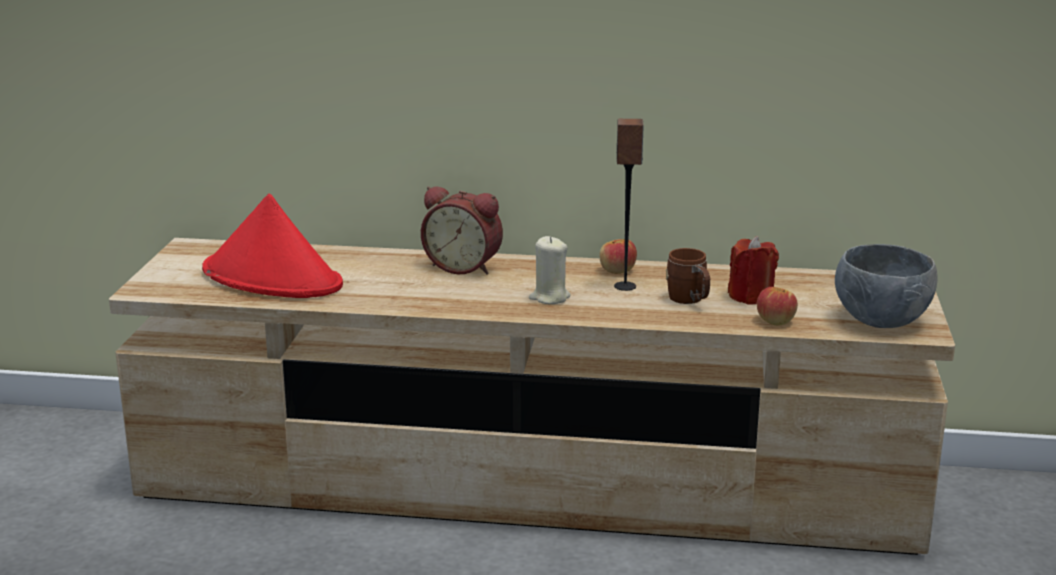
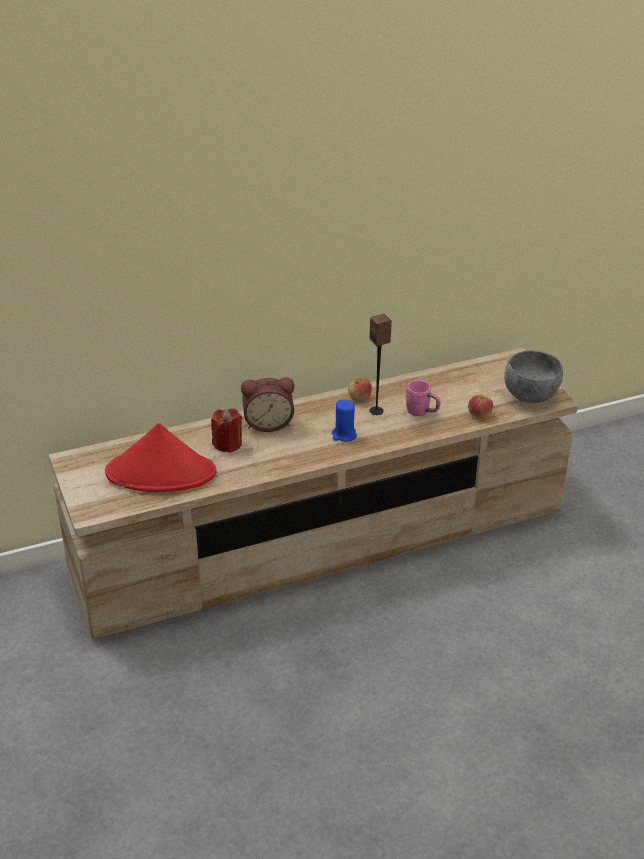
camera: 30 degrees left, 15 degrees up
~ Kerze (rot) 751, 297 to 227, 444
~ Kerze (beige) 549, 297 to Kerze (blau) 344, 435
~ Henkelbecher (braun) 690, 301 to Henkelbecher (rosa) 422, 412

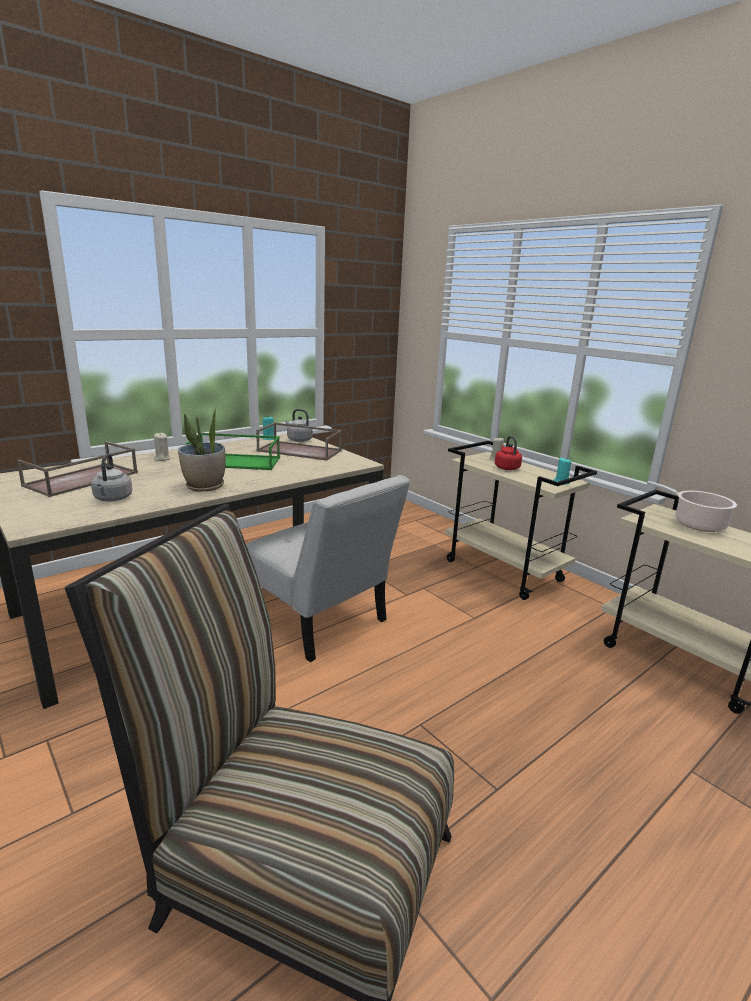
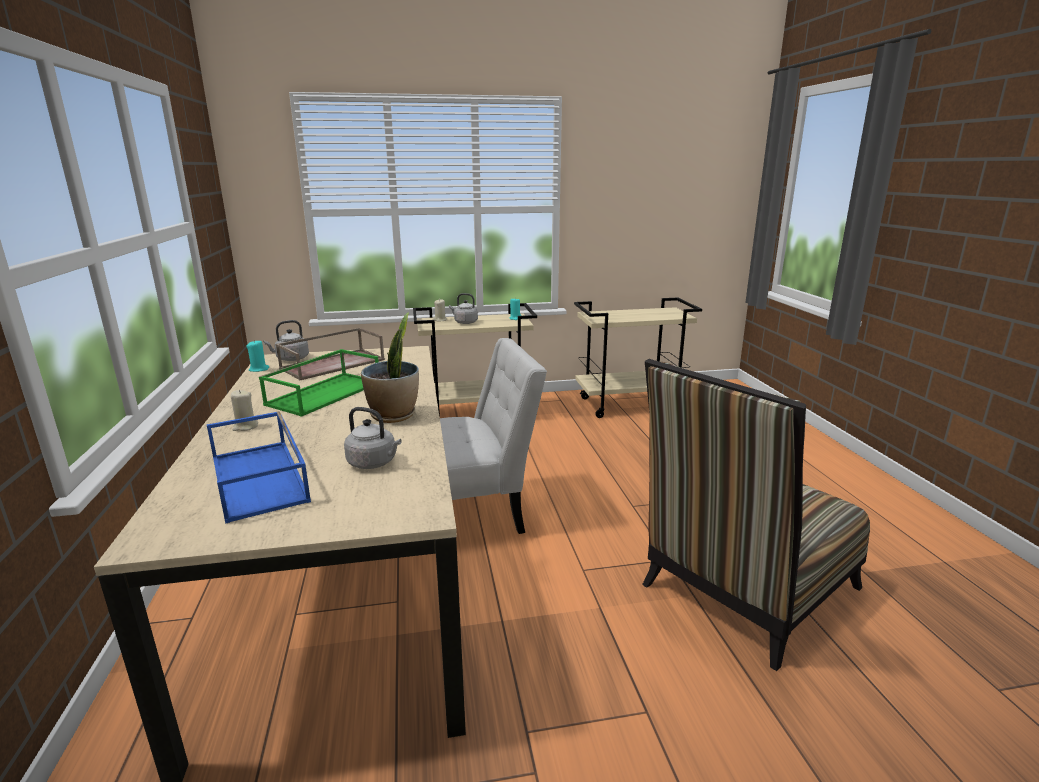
camera: 60 degrees left, 0 degrees up
~ Tablett (braun) 81, 479 to Tablett (blau) 261, 479
~ Wasserkessel (rot) 506, 467 to Wasserkessel (grau) 464, 322
- Kochtopf 695, 523

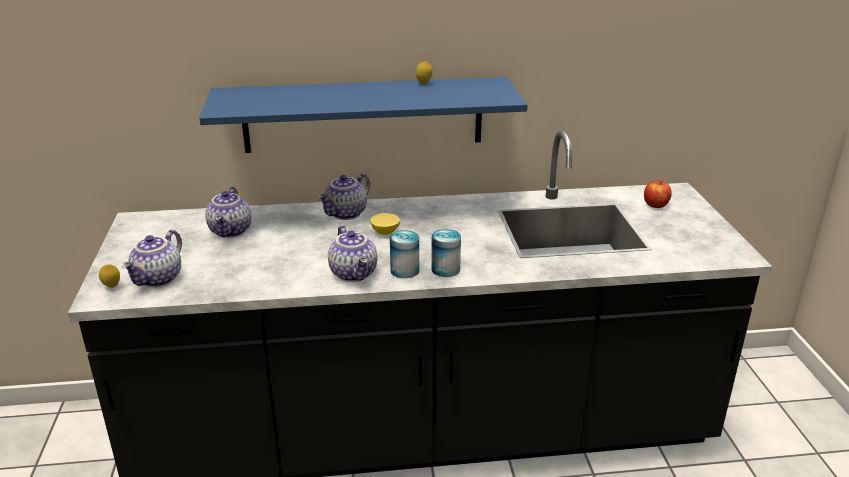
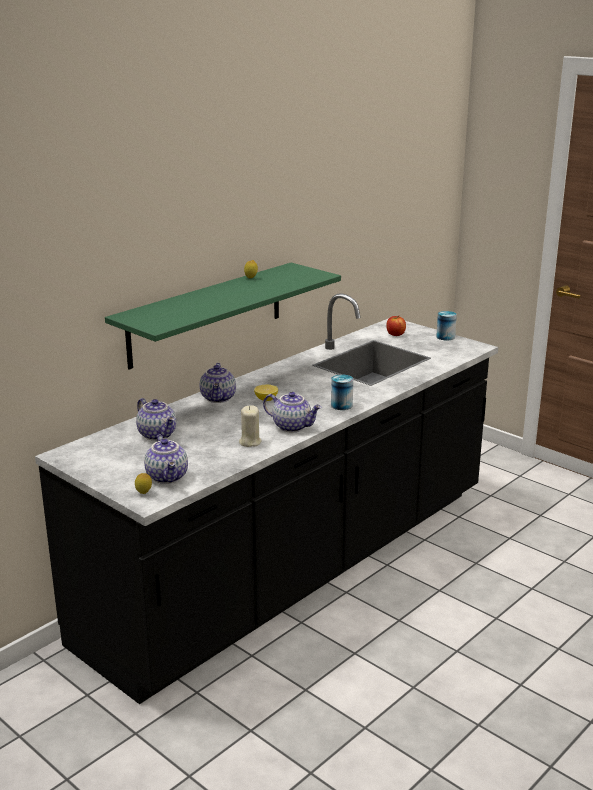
camera: 40 degrees left, 5 degrees down
~ Wandregal (blau) 363, 115 to Wandregal (grün) 206, 314
+ Kerze (beige) 250, 442
~ Dose 404, 270 to 445, 337

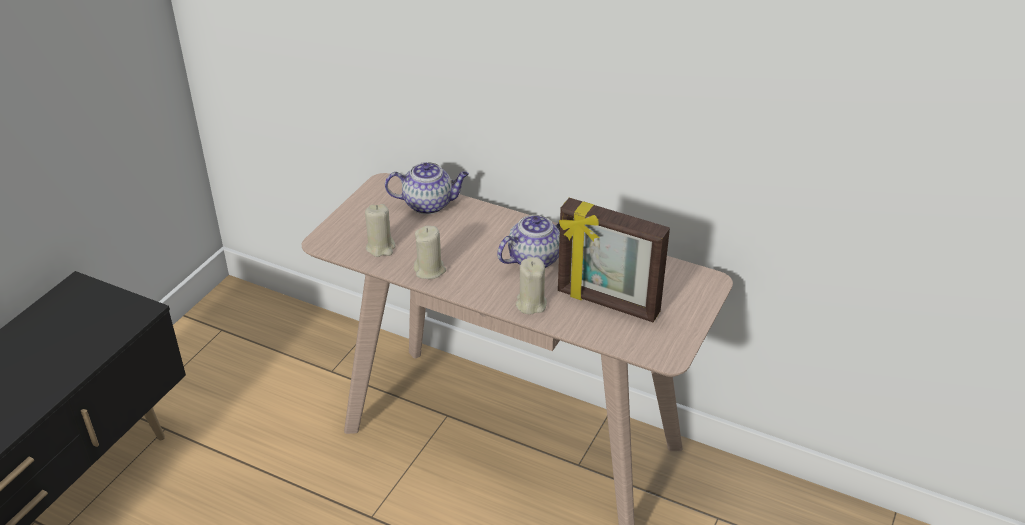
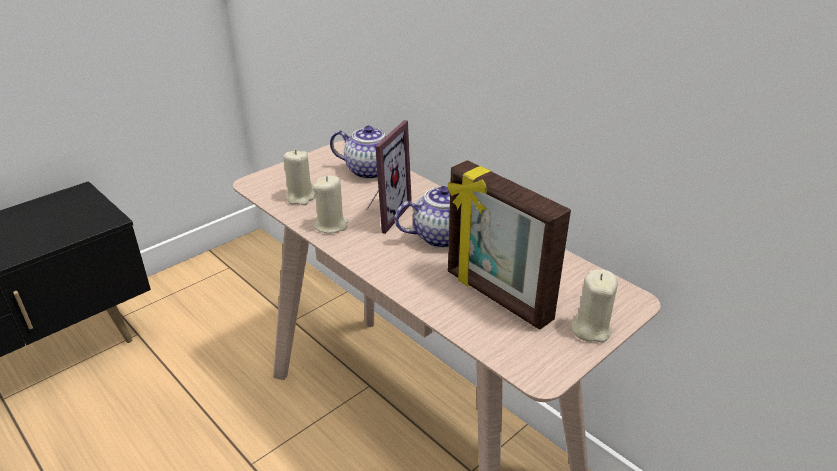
camera: 20 degrees right, 5 degrees down
+ Bilderrahmen 382, 214
~ Kerze (beige) 531, 304 to 590, 329

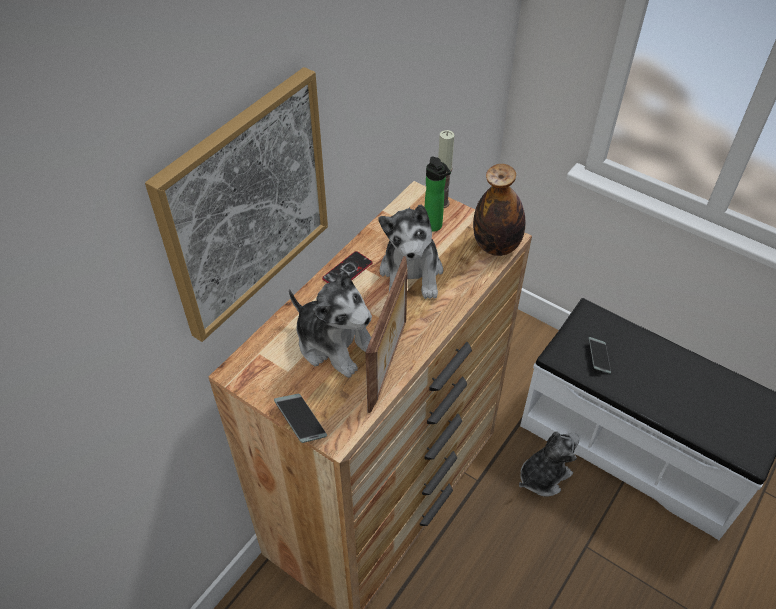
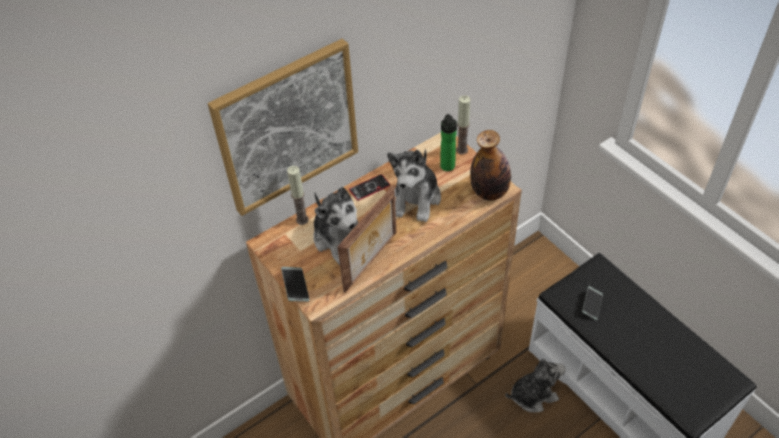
camera: 20 degrees right, 0 degrees up
+ Kerze 302, 220

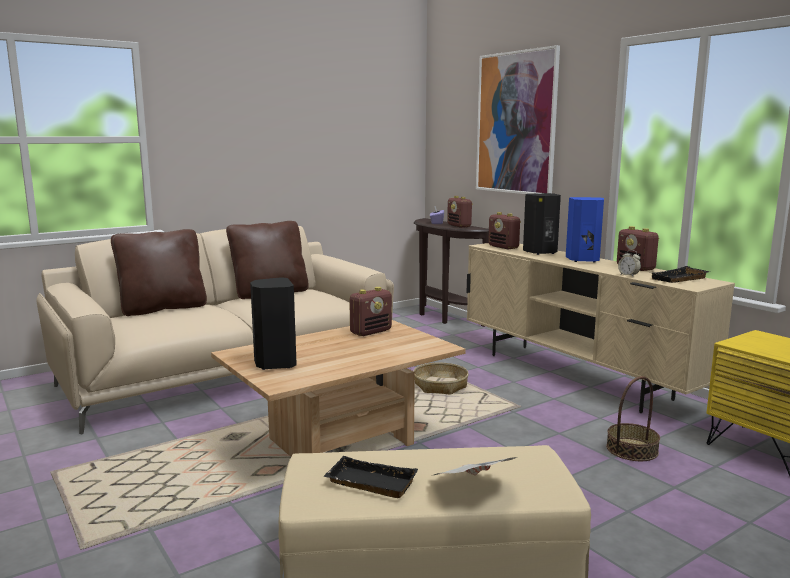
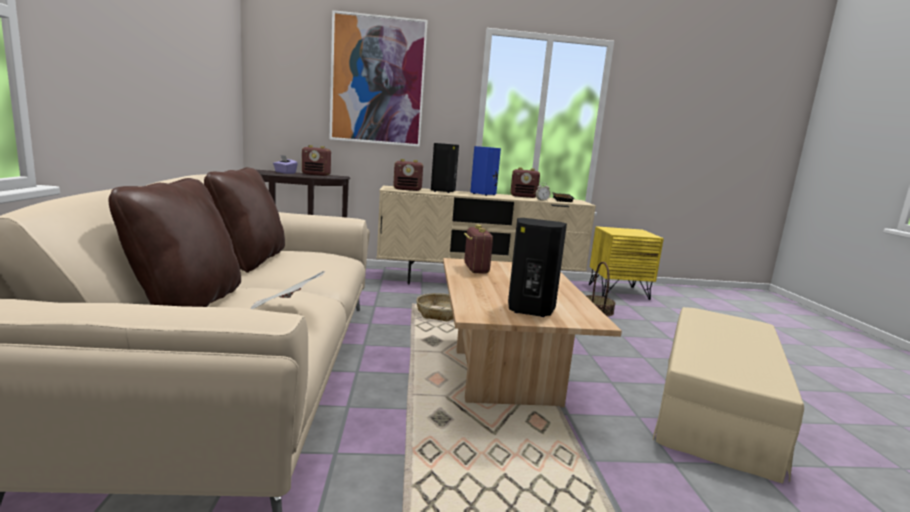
camera: 60 degrees left, 0 degrees up
~ Zeitung 472, 488 to 284, 312
- Tablett (schwarz) 369, 484

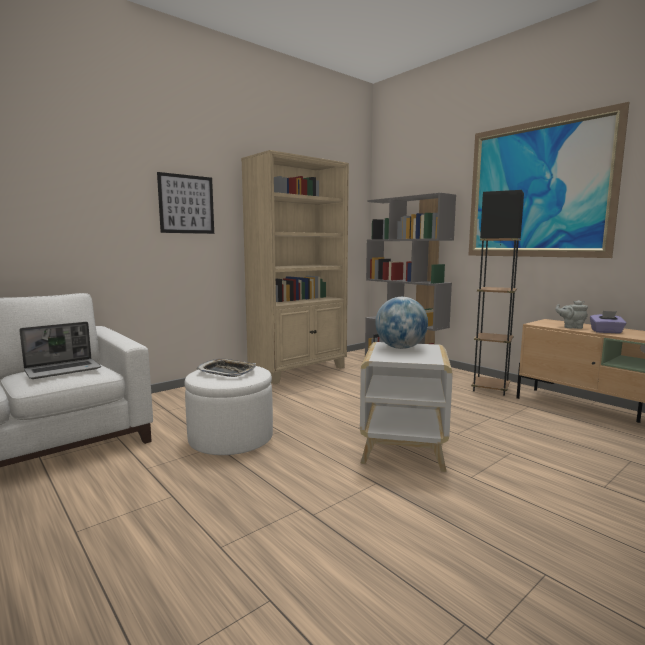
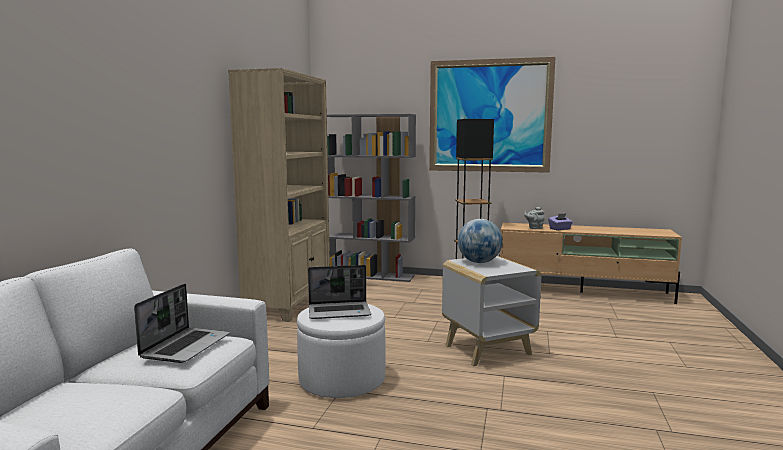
camera: 35 degrees left, 0 degrees up
~ Tablett 227, 372 to Laptop 340, 311
- Bild 186, 204

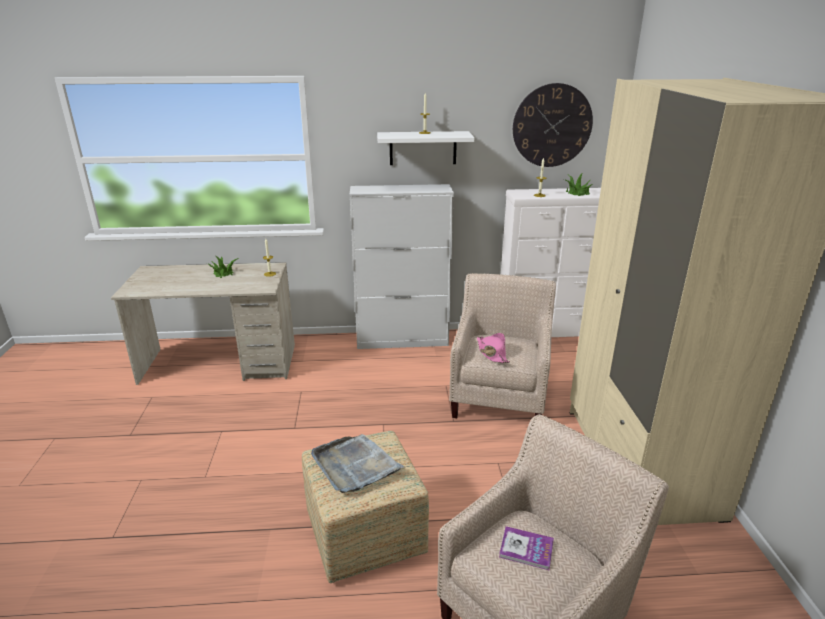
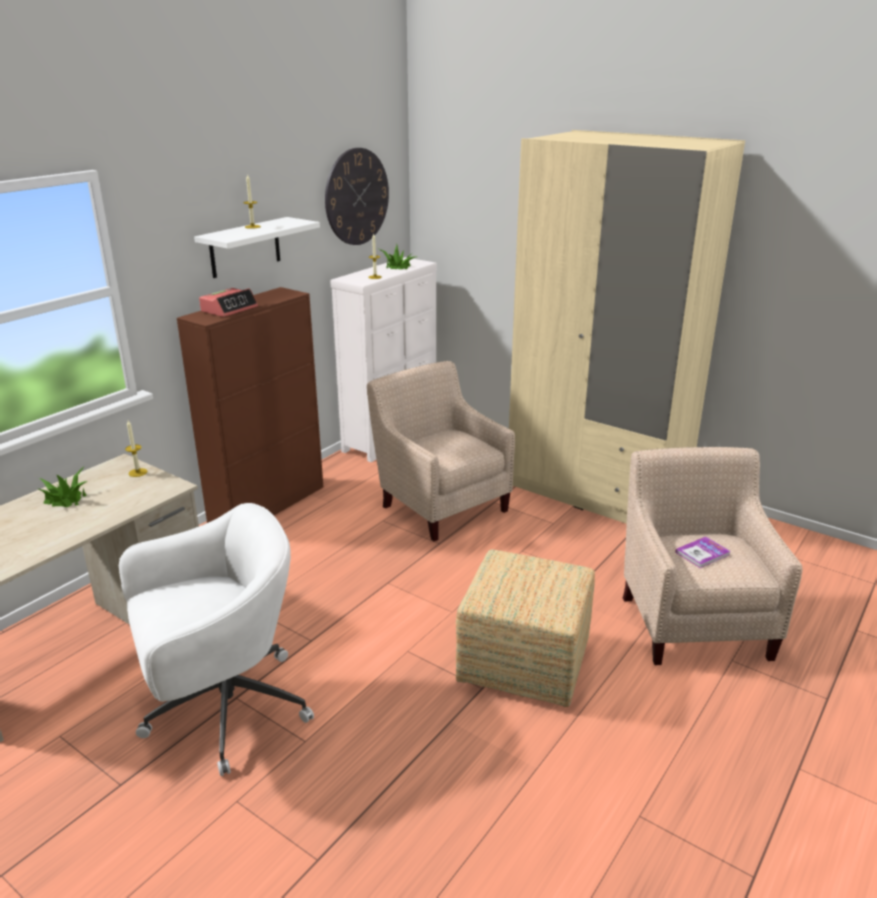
camera: 50 degrees left, 0 degrees up
+ Bürostuhl (weiß) 223, 710
~ Schrank (weiß) 403, 340 to Schrank (braun) 268, 505
+ Wecker 229, 309
- Tablett (grau) 355, 465
- Hut (rosa) 492, 353

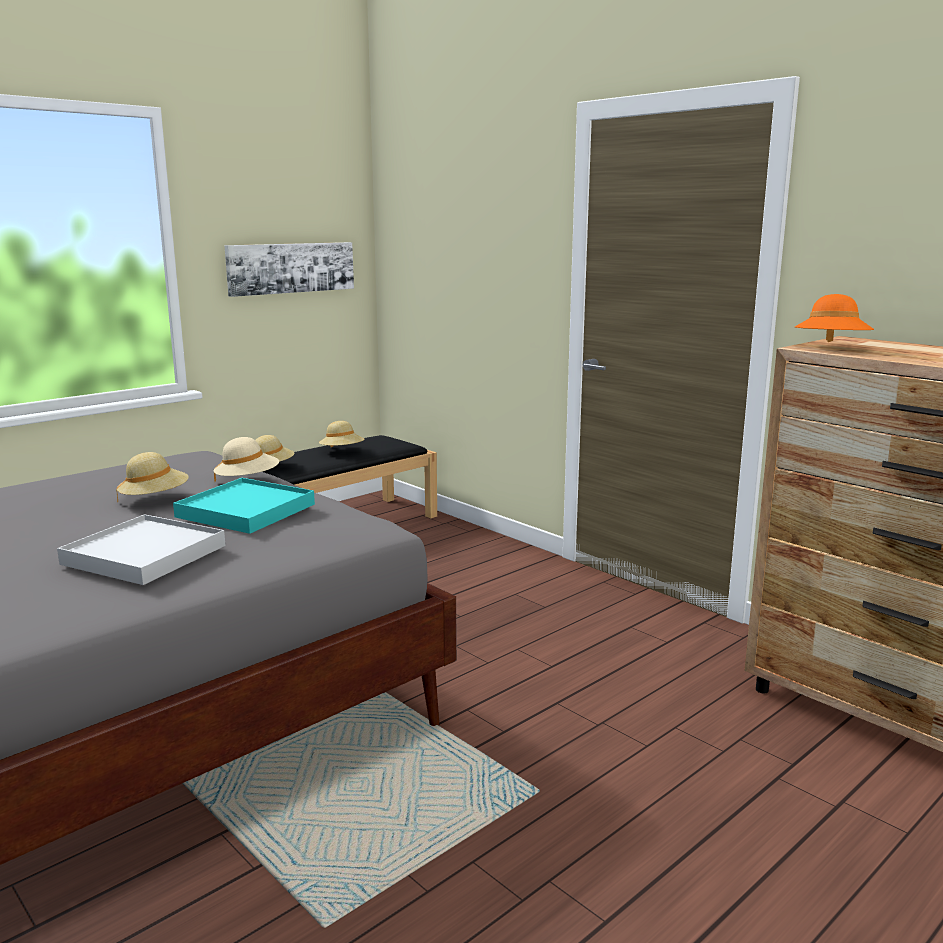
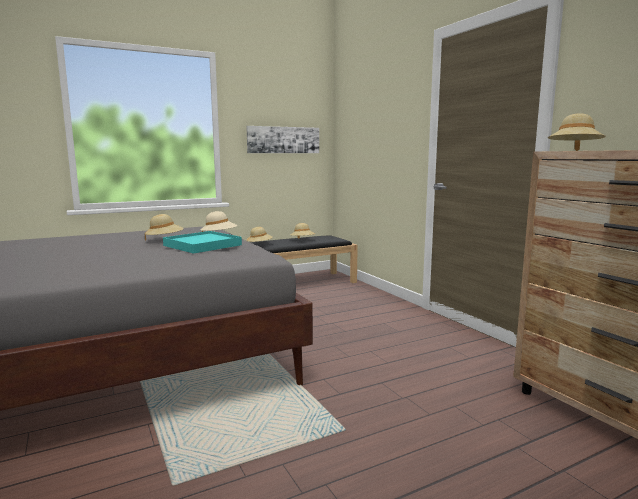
camera: 15 degrees right, 5 degrees down
~ Hut (orange) 831, 347 to Hut (beige) 574, 150
- Tablett (weiß) 144, 555

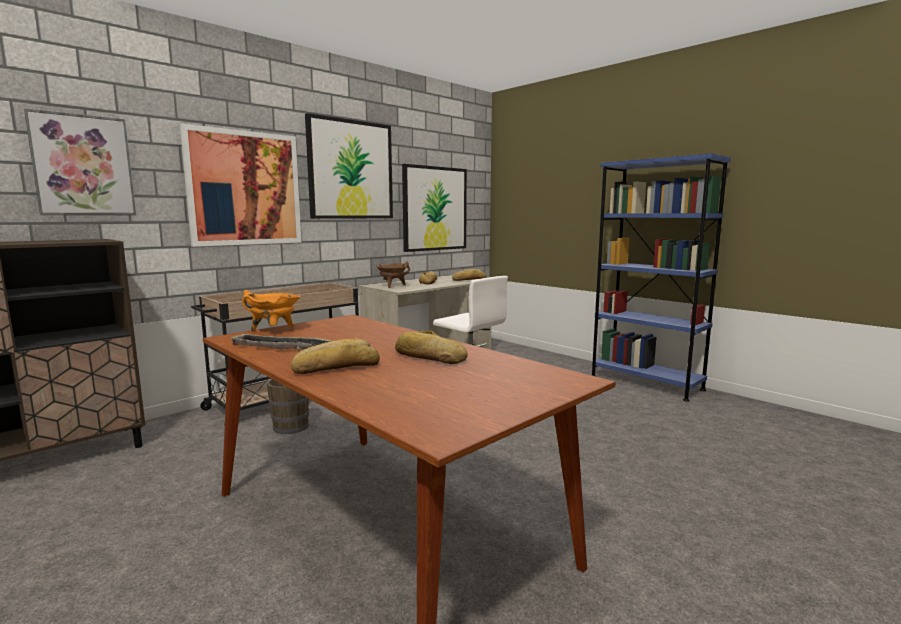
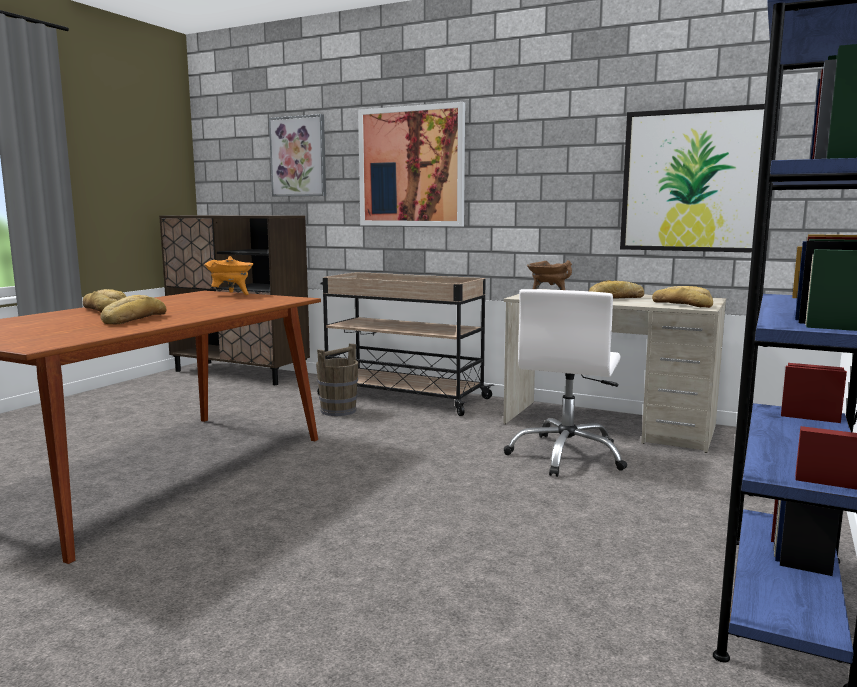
camera: 70 degrees right, 0 degrees up
- Tablett 279, 348
- Bild 351, 170

